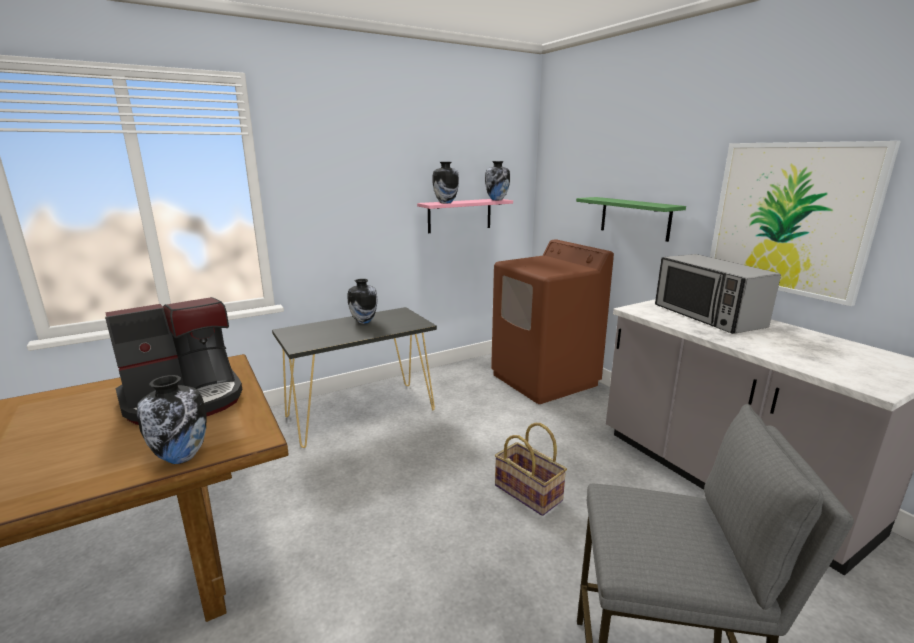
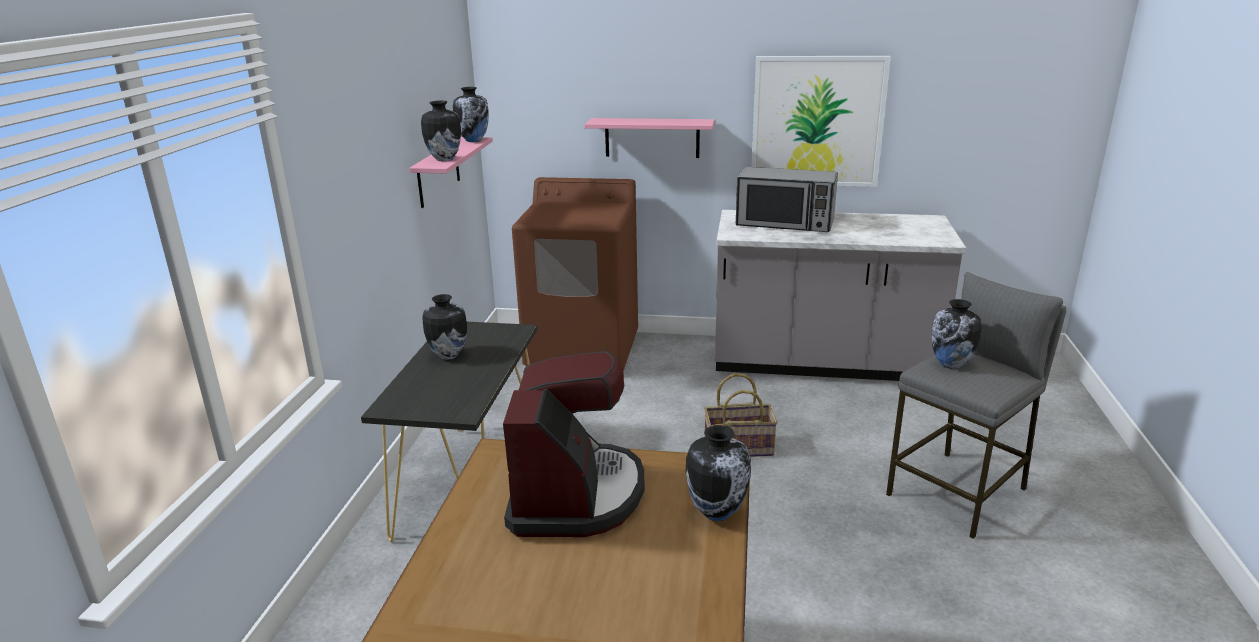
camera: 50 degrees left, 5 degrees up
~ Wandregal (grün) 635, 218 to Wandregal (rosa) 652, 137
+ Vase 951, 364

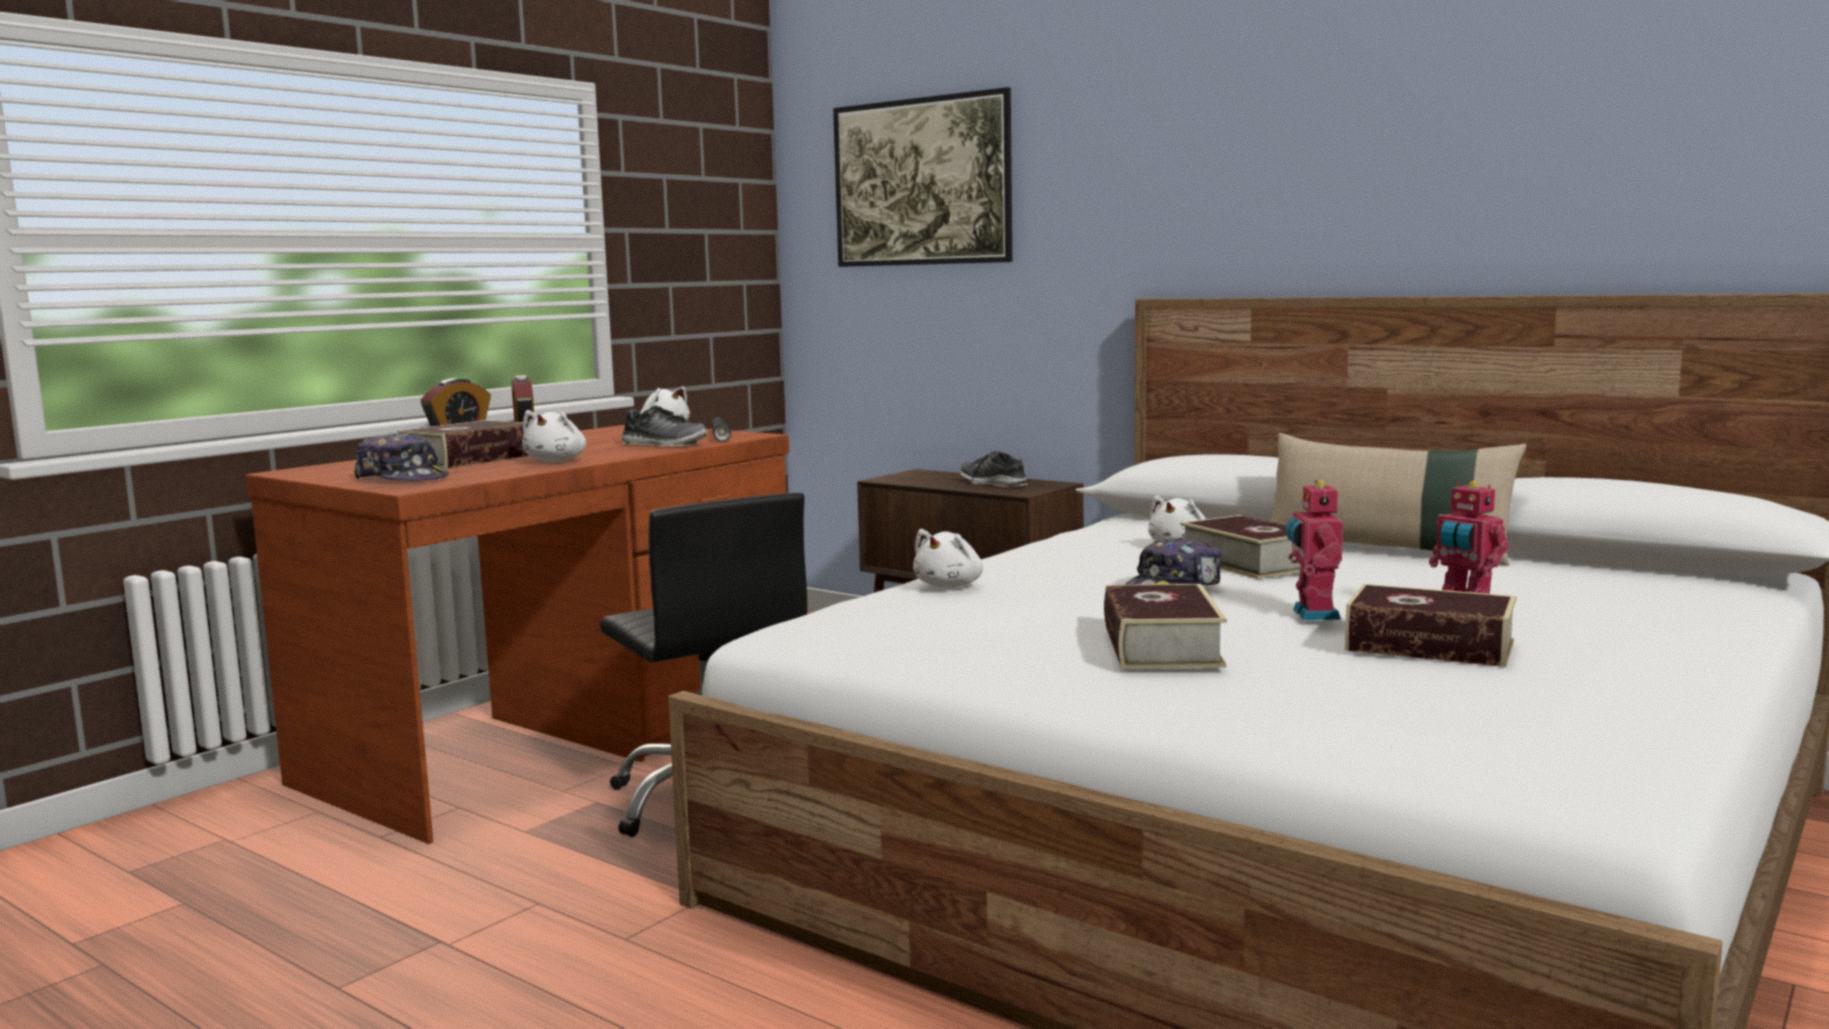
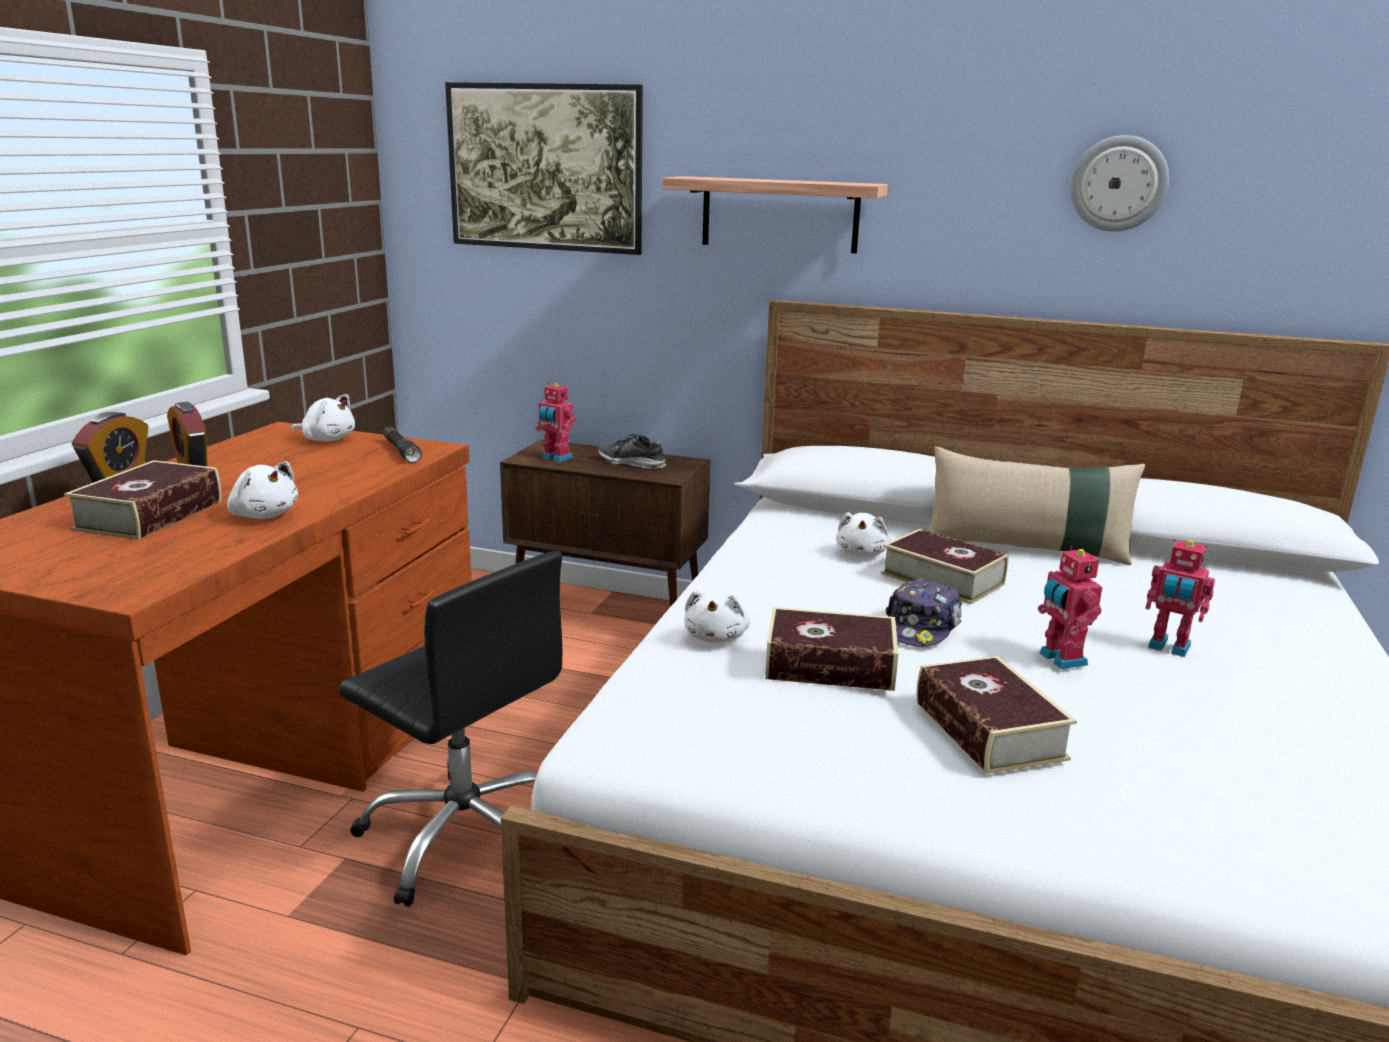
camera: 20 degrees left, 10 degrees up
~ Plüschtier (weiß) 557, 461 = 263, 515 45 degrees counterclockwise
+ Spielzeugroboter 556, 458
+ Wandregal 780, 214
~ Buch 1429, 646 to 830, 665
+ Wanduhr 1118, 183
- Kappe 402, 478
- Schuh 664, 445

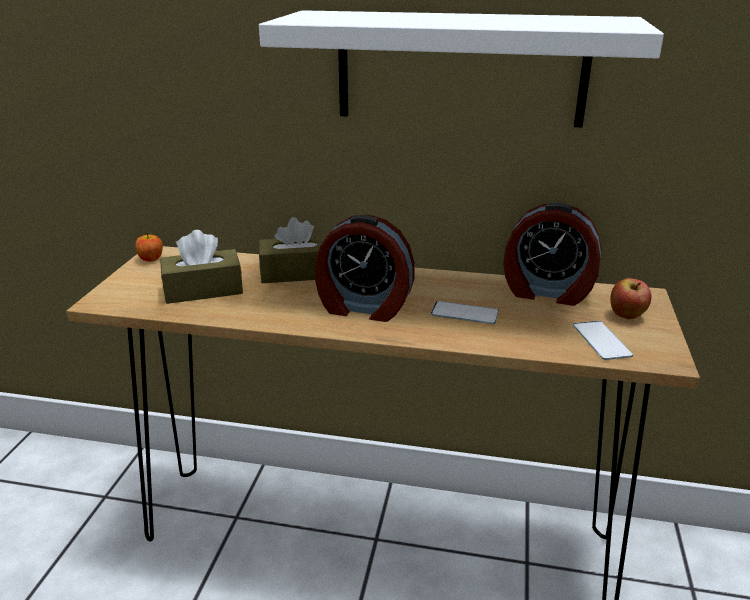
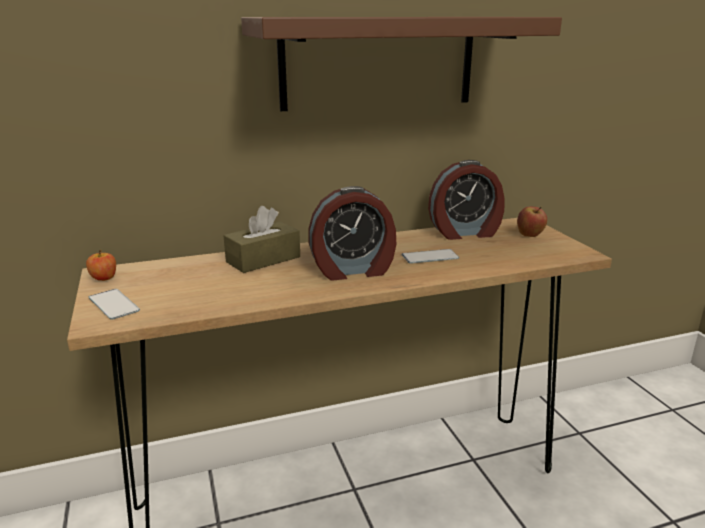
camera: 30 degrees left, 5 degrees down
~ Handy 601, 340 to 113, 304
~ Wandregal (weiß) 460, 69 to Wandregal (braun) 378, 62
- Taschentuchbox (braun) 203, 290

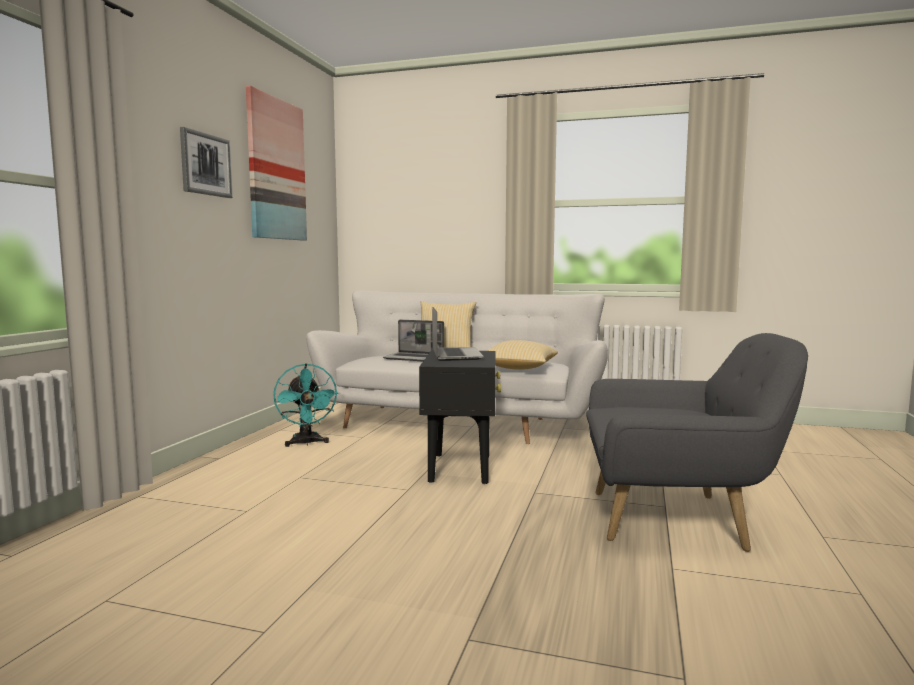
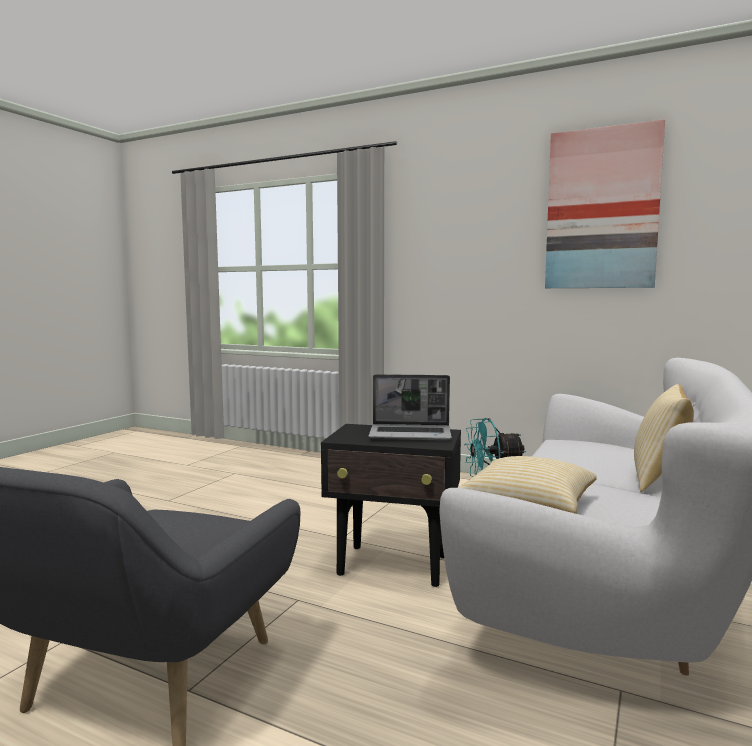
camera: 100 degrees right, 0 degrees up
- Bild 205, 164
- Laptop 414, 358

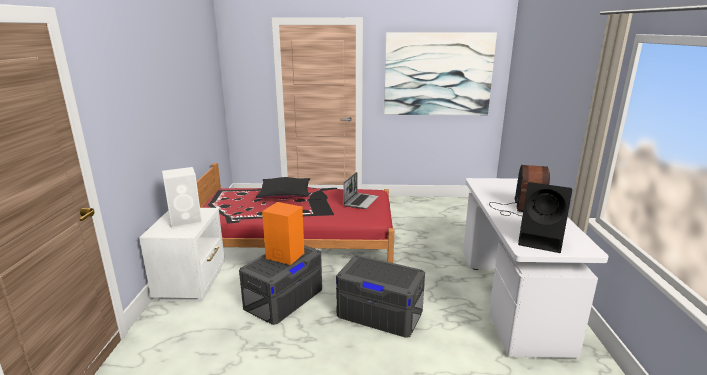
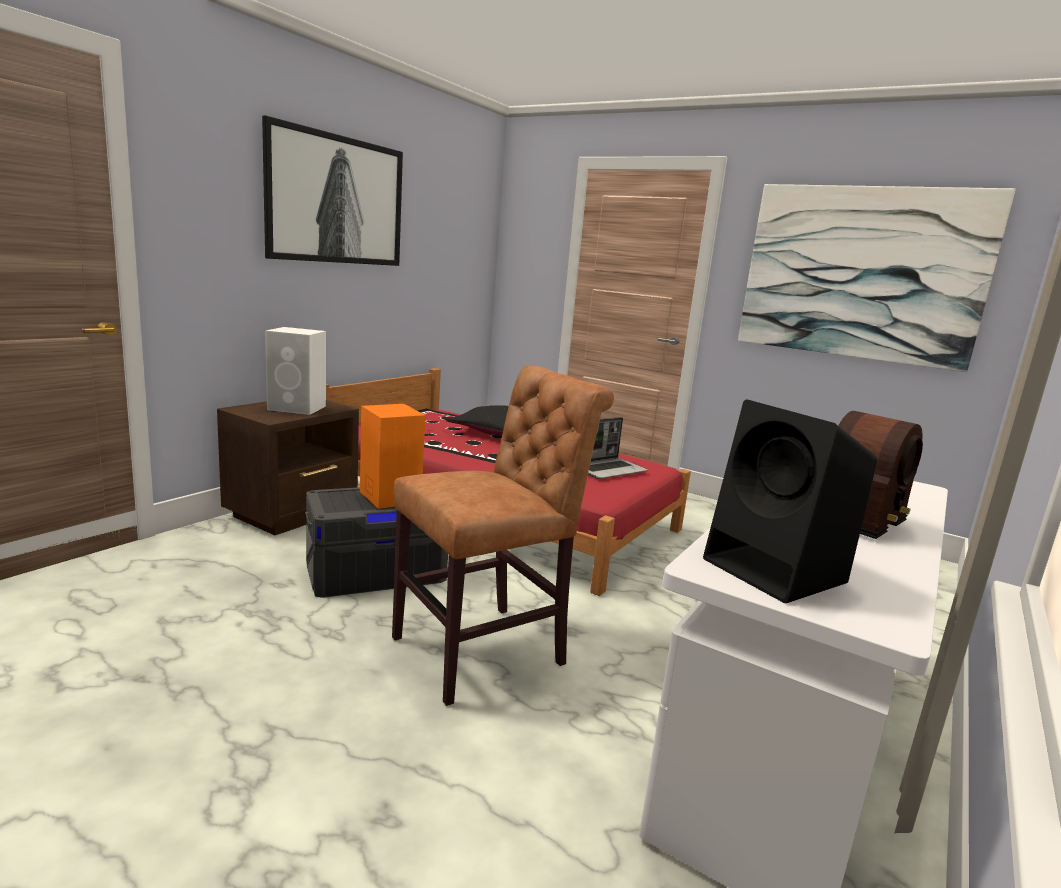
camera: 30 degrees right, 5 degrees down
~ Nachttisch (weiß) 193, 283 to Nachttisch (braun) 294, 513
+ Bild 336, 200
~ Aufbewahrungsbox (grau) 380, 313 to Stuhl (braun) 487, 649

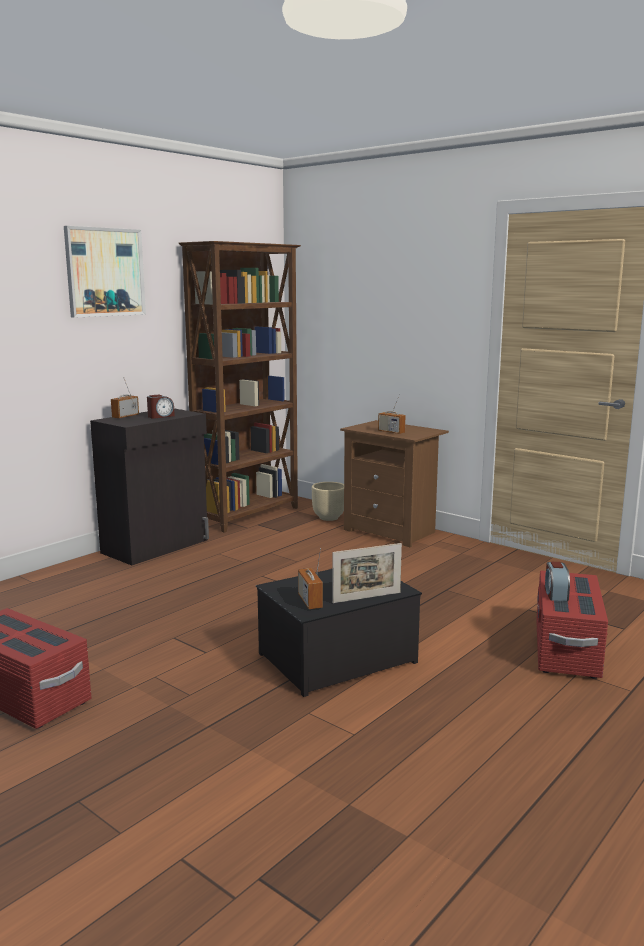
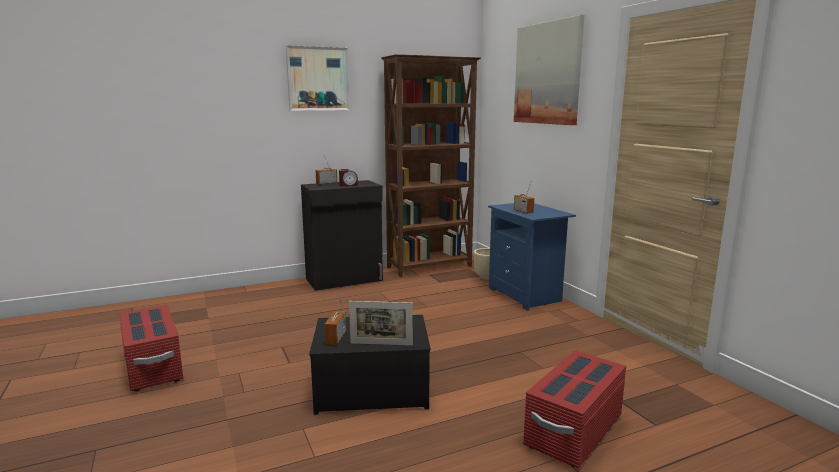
camera: 25 degrees right, 0 degrees up
~ Nachttisch (braun) 392, 531 to Nachttisch (blau) 526, 295
+ Bild 547, 73
- Wecker 555, 594

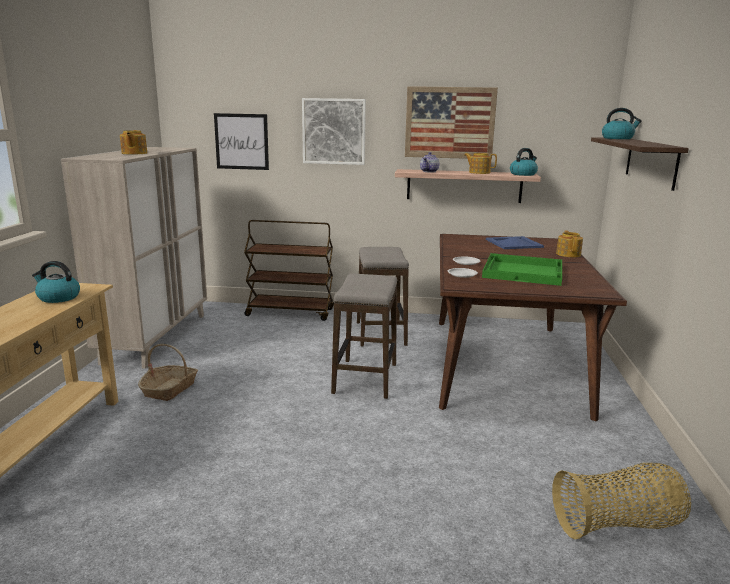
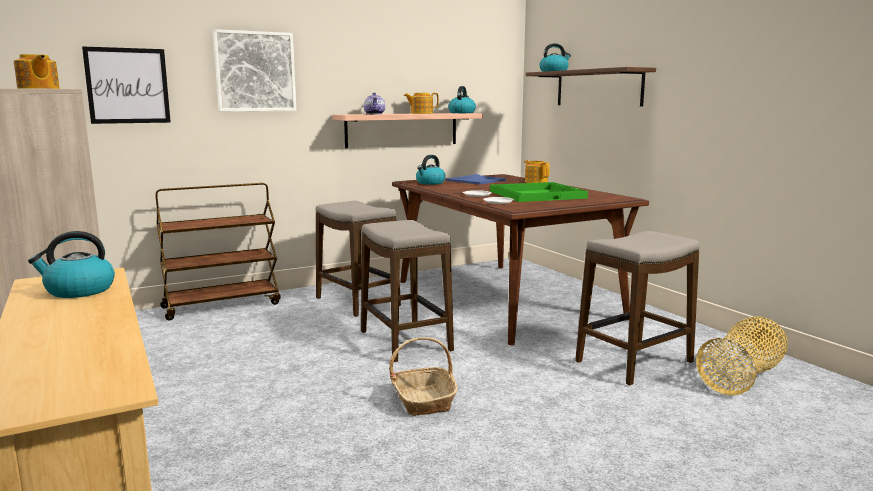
camera: 35 degrees left, 5 degrees down
~ Korb 170, 389 to 423, 400
+ Wasserkessel 430, 183
+ Hocker 634, 362
- Bild 449, 123

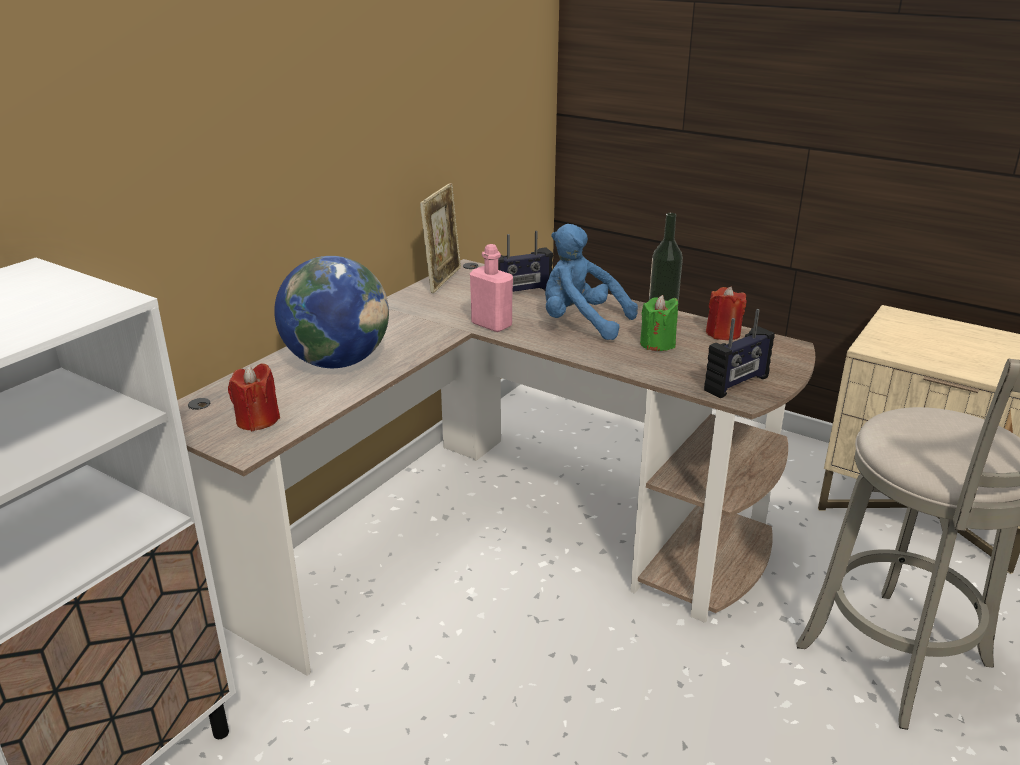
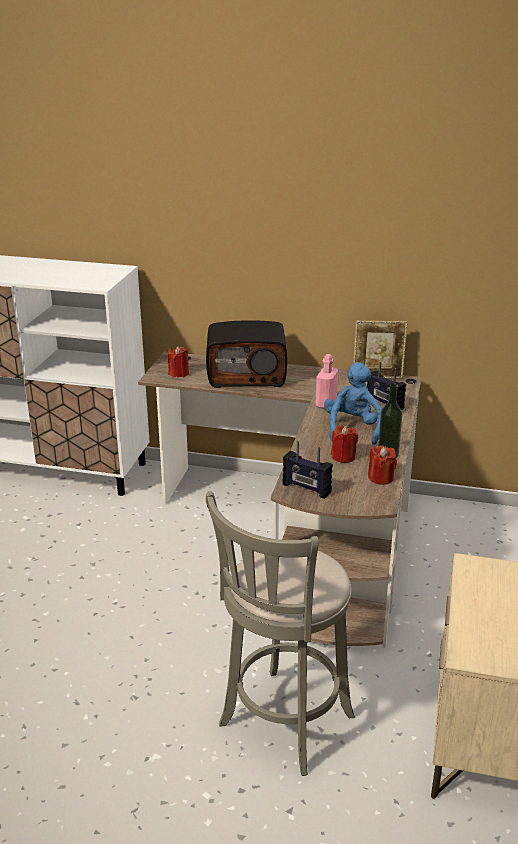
camera: 70 degrees right, 0 degrees up
~ Globus 337, 362 to Radio 247, 375
~ Kerze (grün) 657, 344 to Kerze (rot) 343, 457

